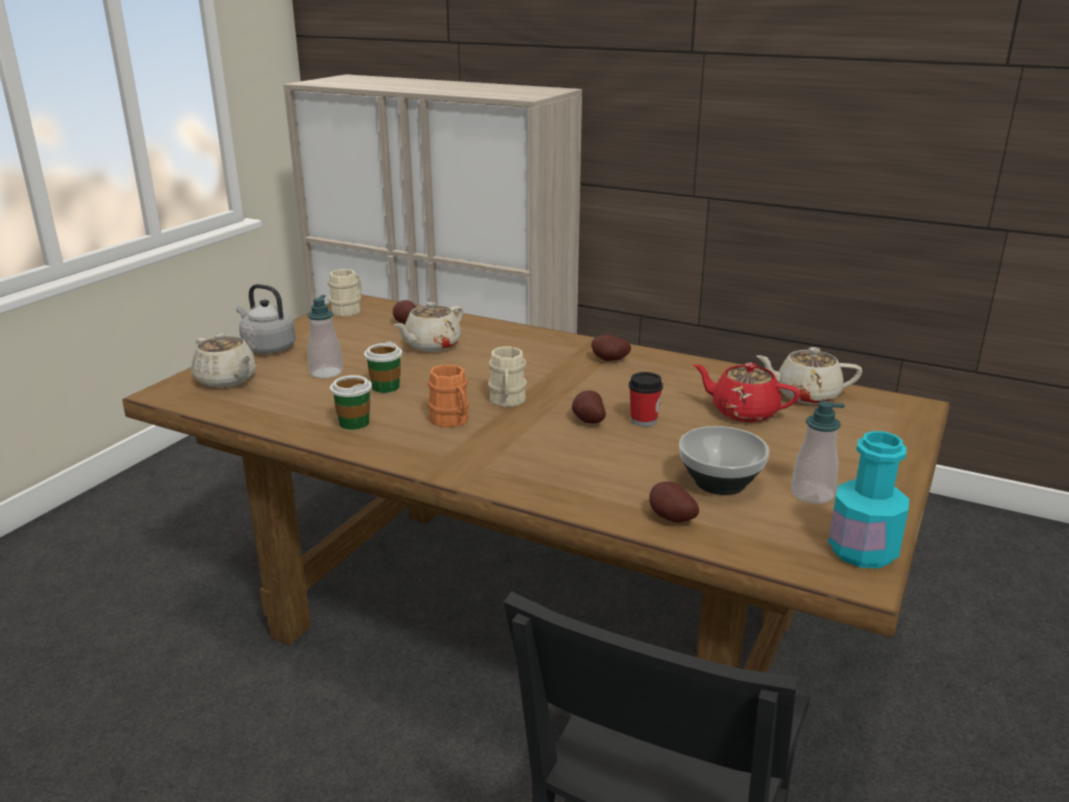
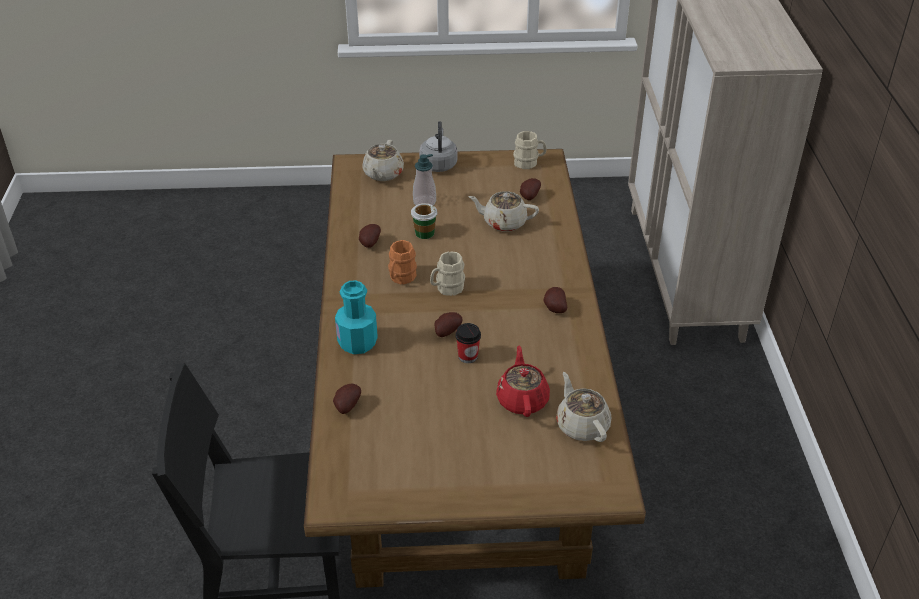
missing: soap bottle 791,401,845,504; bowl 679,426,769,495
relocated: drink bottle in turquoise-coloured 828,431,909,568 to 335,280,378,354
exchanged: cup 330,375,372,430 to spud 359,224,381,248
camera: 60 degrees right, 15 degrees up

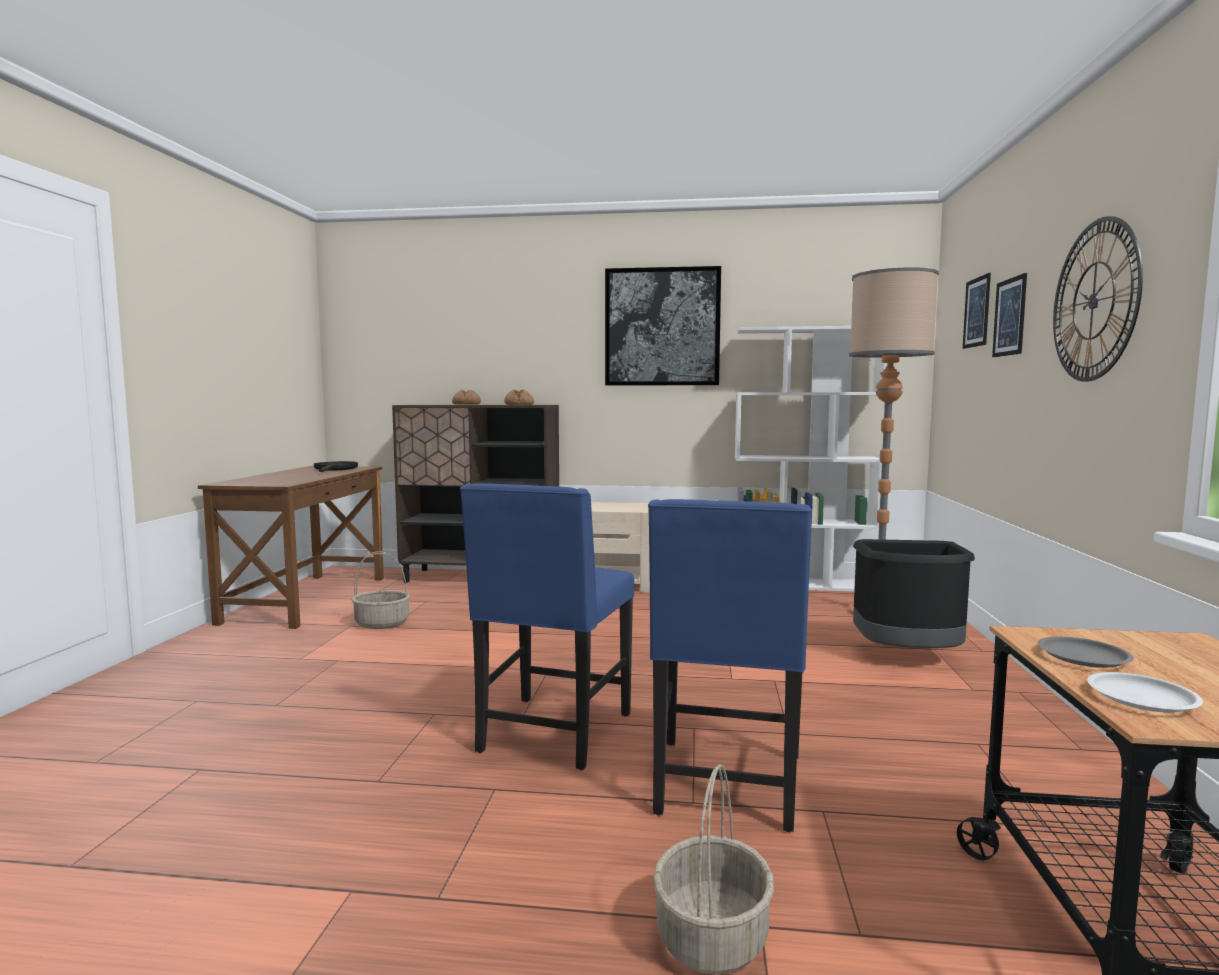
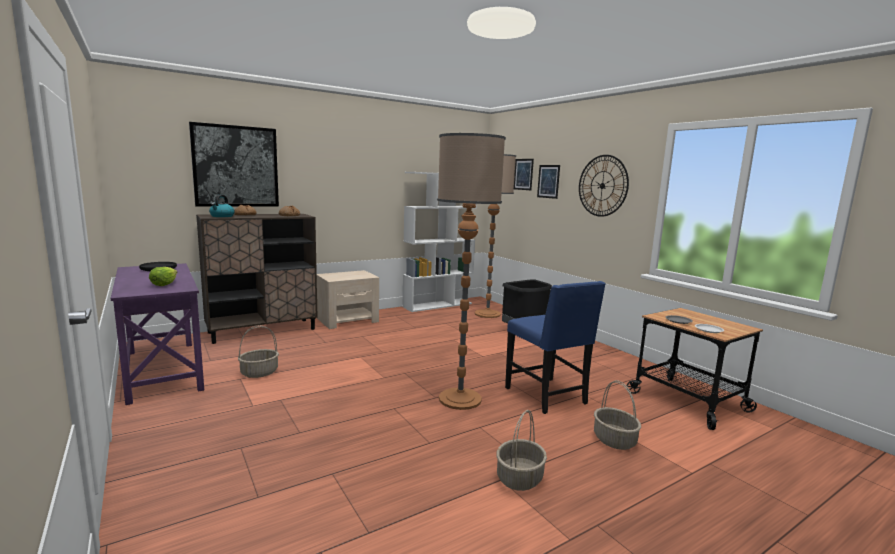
appeared: water kettle 209,195,235,217; lettuce head 149,267,178,286; basket 496,410,547,491
relocated: wall picture 605,266,721,386 to 189,122,279,207
exchanged: upright chair in blue-coloured 460,483,634,770 to standing lamp 437,133,506,410
colour: desk in brown 198,466,384,629 to desk in purplish 110,263,204,405
camera: 40 degrees left, 5 degrees up

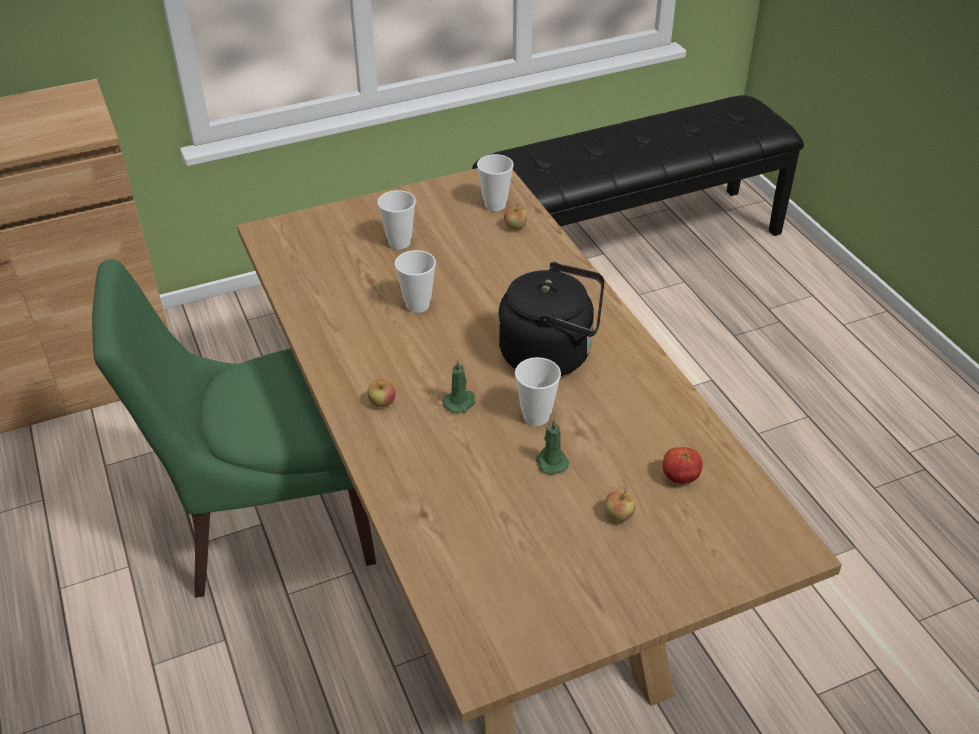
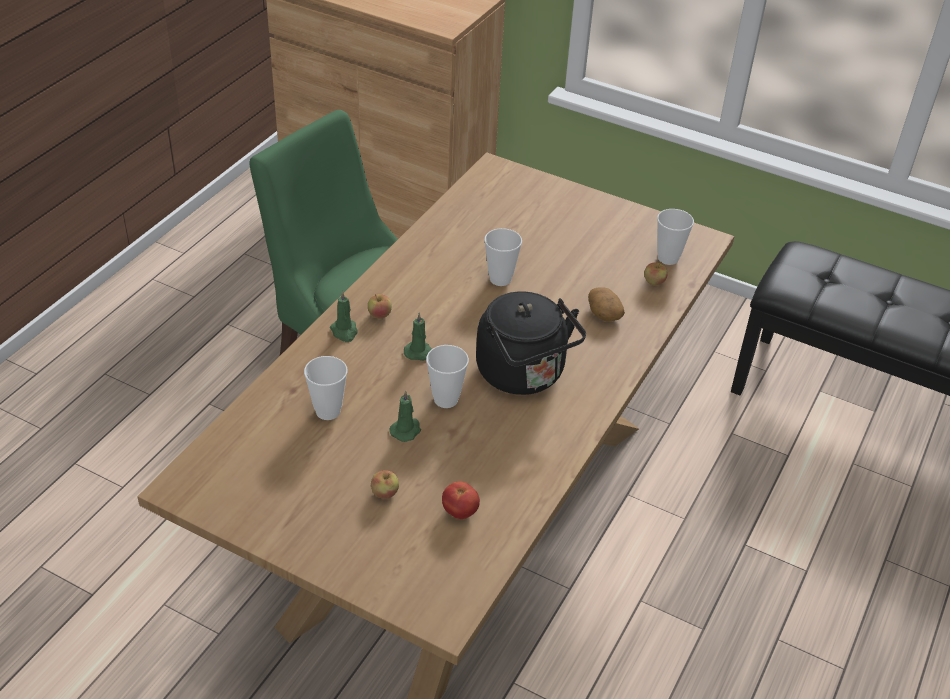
appeared: spud 588,287,625,321; wax light in green-coloured 330,291,358,342
relocated: cup 377,190,416,249 to 304,356,348,420
camera: 50 degrees right, 0 degrees up

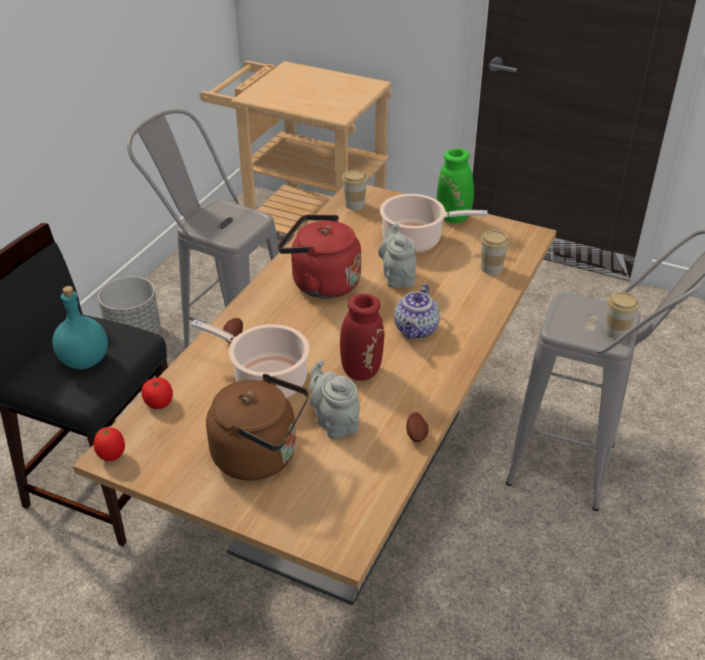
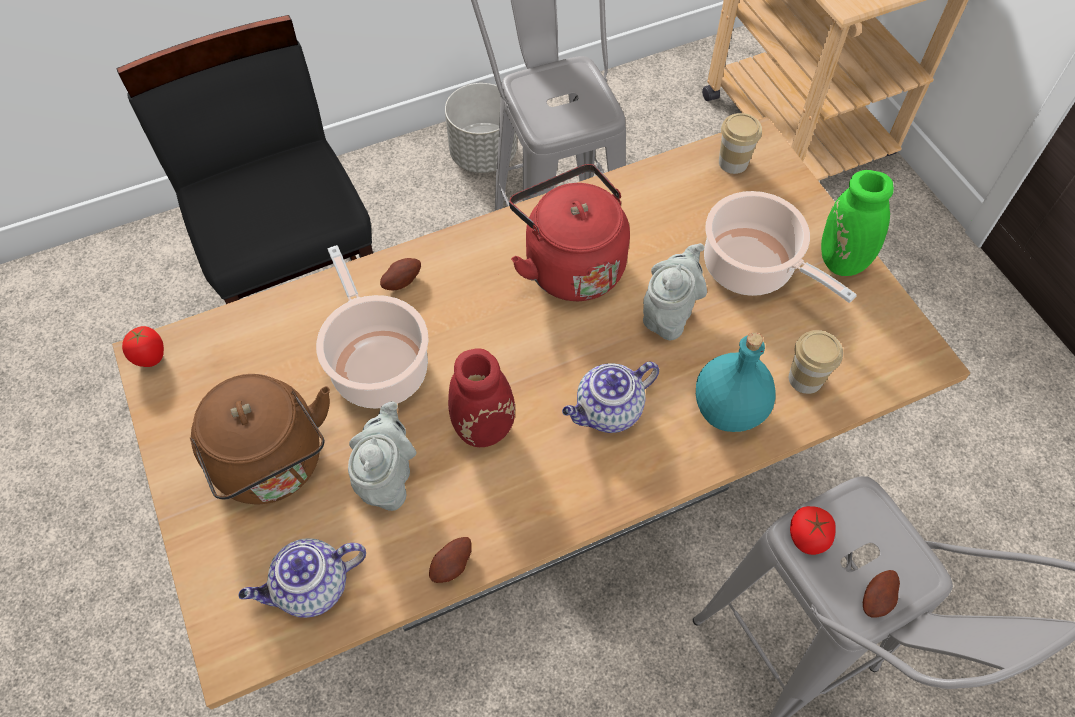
appeared: pot for tea 238,538,366,618
relocated: drink bottle in turquoise-coloured 52,286,108,369 to 696,332,776,432; fresh tomato 141,377,173,409 to 790,506,836,555
exchanged: cup 605,292,640,339 to spud 863,570,900,618
camera: 40 degrees right, 20 degrees up

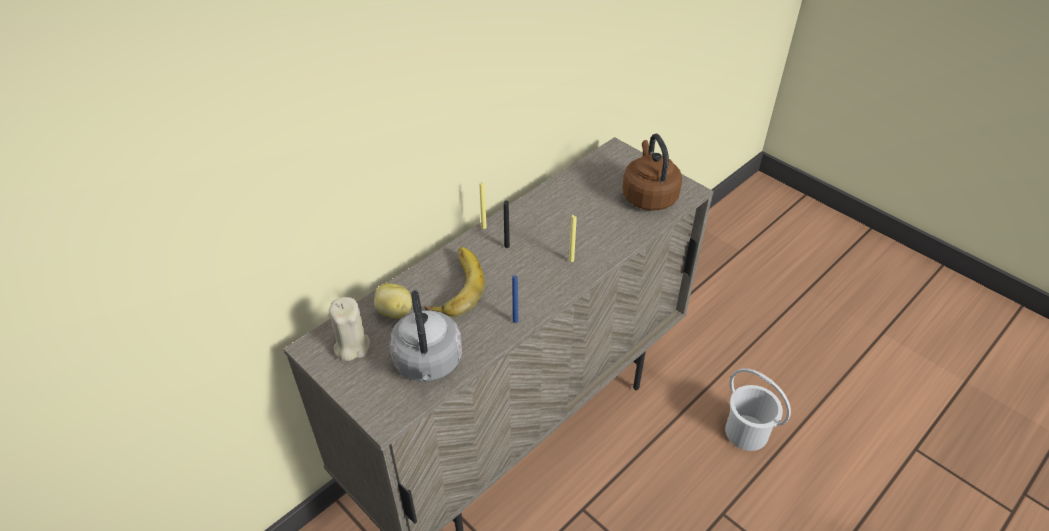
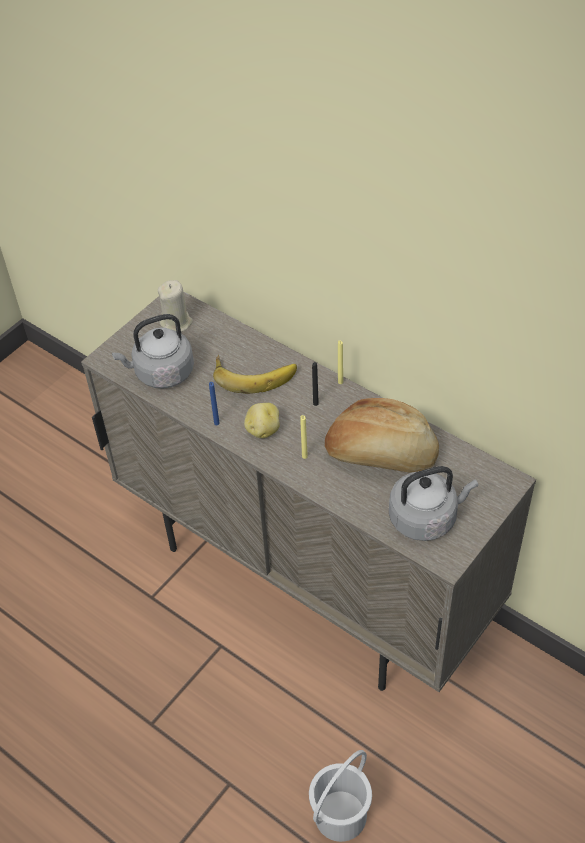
appeared: baked bread 325,398,439,473
relocated: spud 374,283,412,319 to 244,403,280,438
colour: water kettle in brown 622,134,682,210 to water kettle in gray 389,466,478,541
camera: 85 degrees right, 5 degrees up

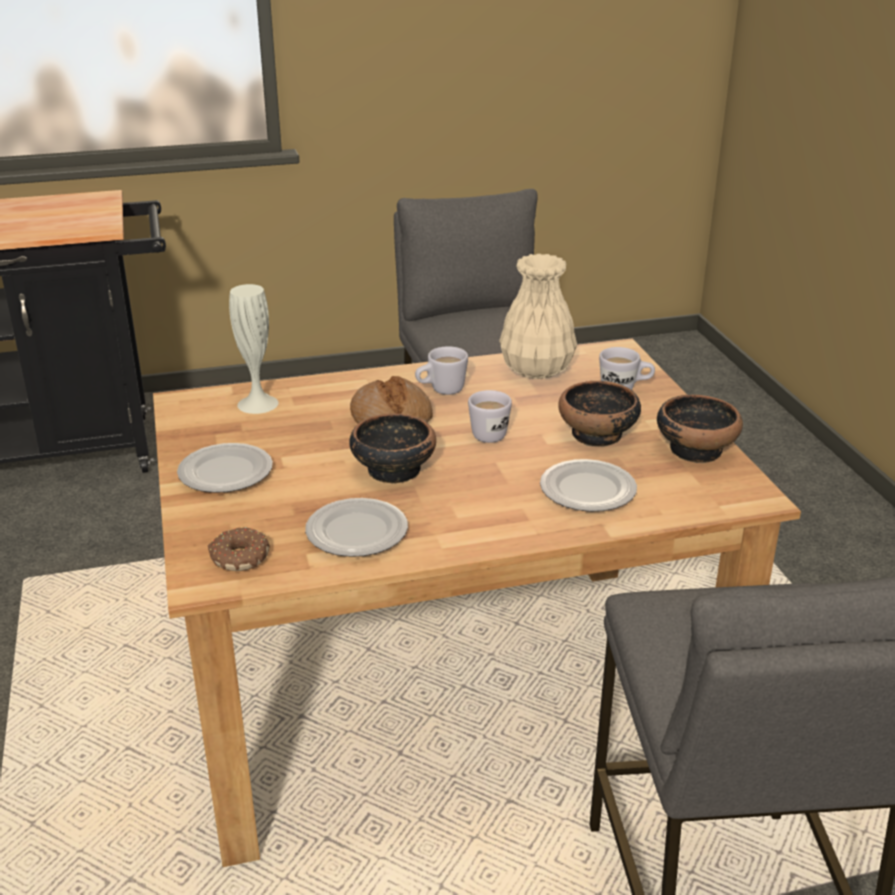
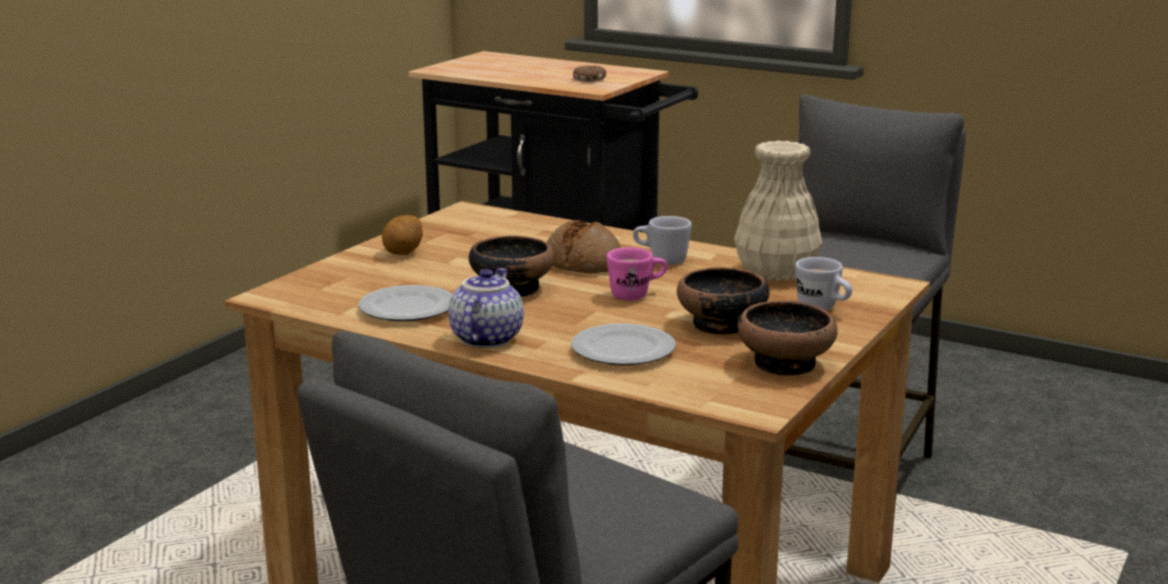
missing: decorative vase in white 229,284,279,414
appeared: pot for tea 449,268,524,348
relocated: ring doughnut 208,527,270,571 to 573,65,606,82
exchanged: dinner plate 177,443,273,493 to spud 382,215,423,255
colour: mug in white 468,390,512,443 to mug in pink-coloured 607,247,667,301
camera: 45 degrees right, 10 degrees down

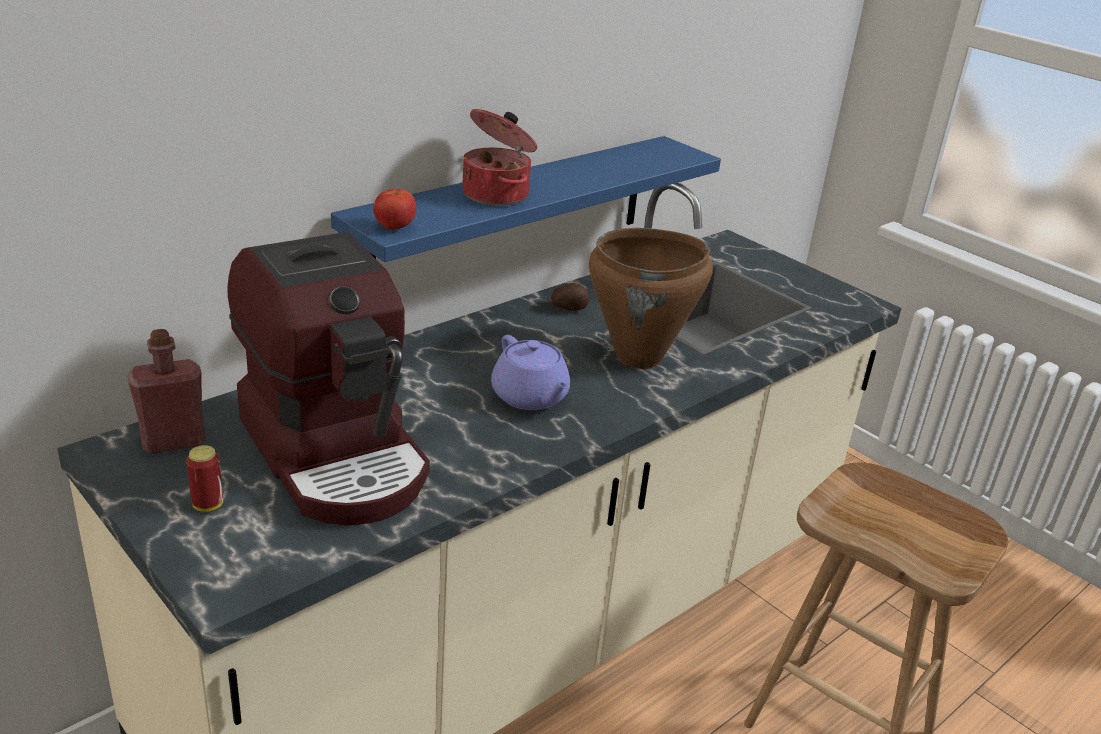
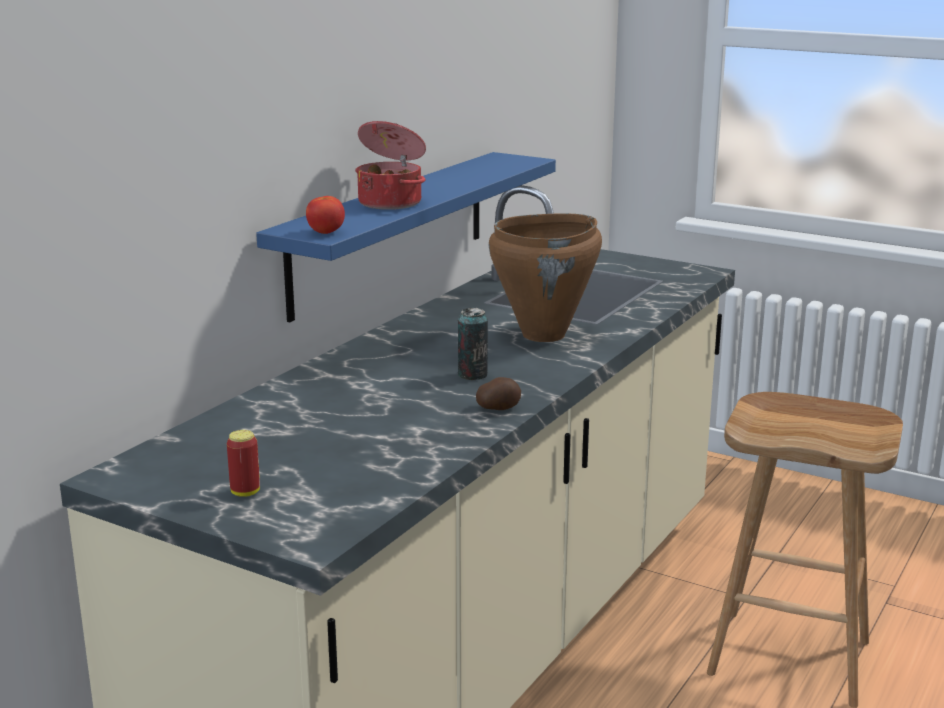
missing: coffee brewer 227,232,430,525; drink bottle in red-coloured 128,329,205,454
relocated: spud 551,283,590,311 to 476,377,521,410
exchanged: pot for tea in purplish 491,335,570,410 to sealed can 458,308,488,380
camera: 15 degrees left, 10 degrees down

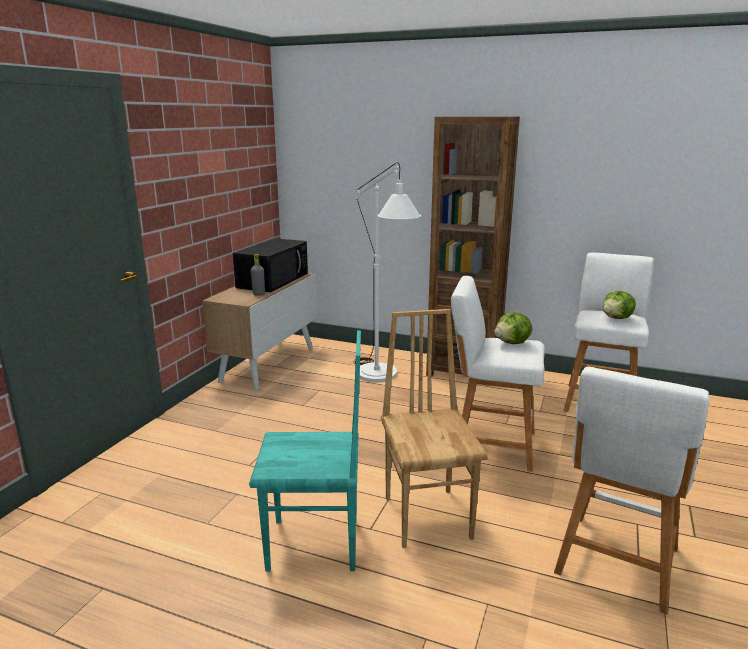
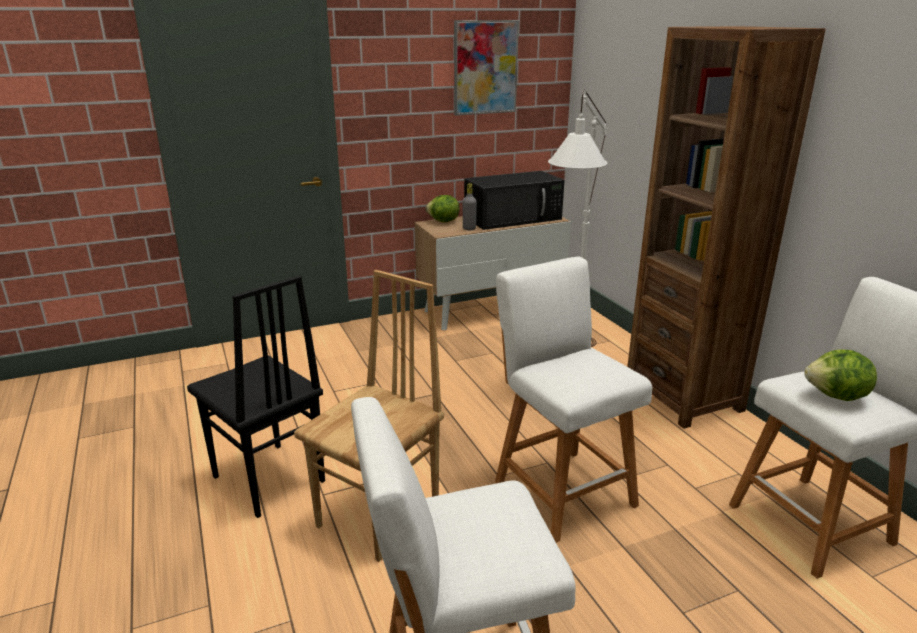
appeared: wall picture 454,20,519,116
relocated: lettuce head 494,312,532,344 to 426,195,460,222
colour: upright chair in turquoise-coloured 249,330,361,572 to upright chair in black 187,275,325,518
camera: 45 degrees right, 5 degrees up

